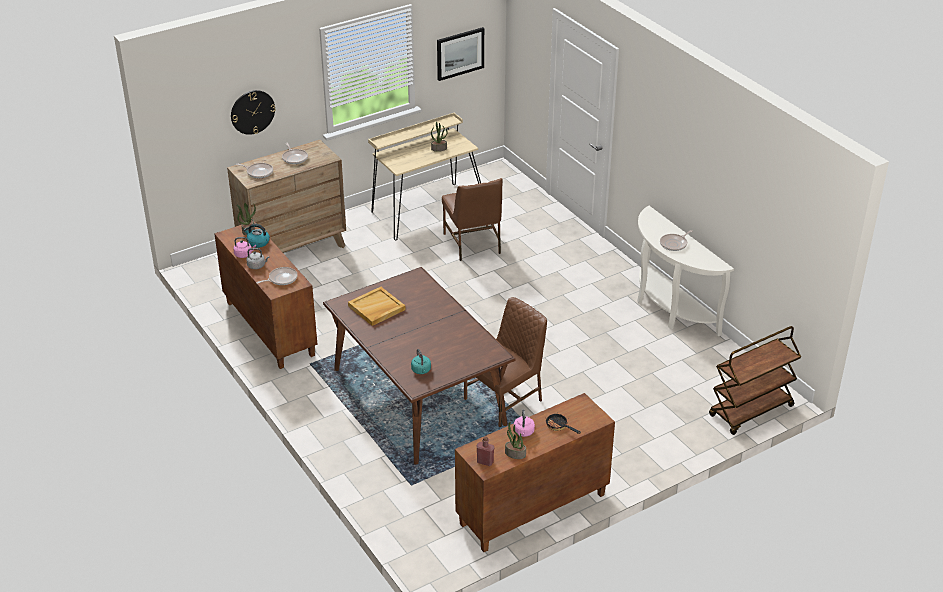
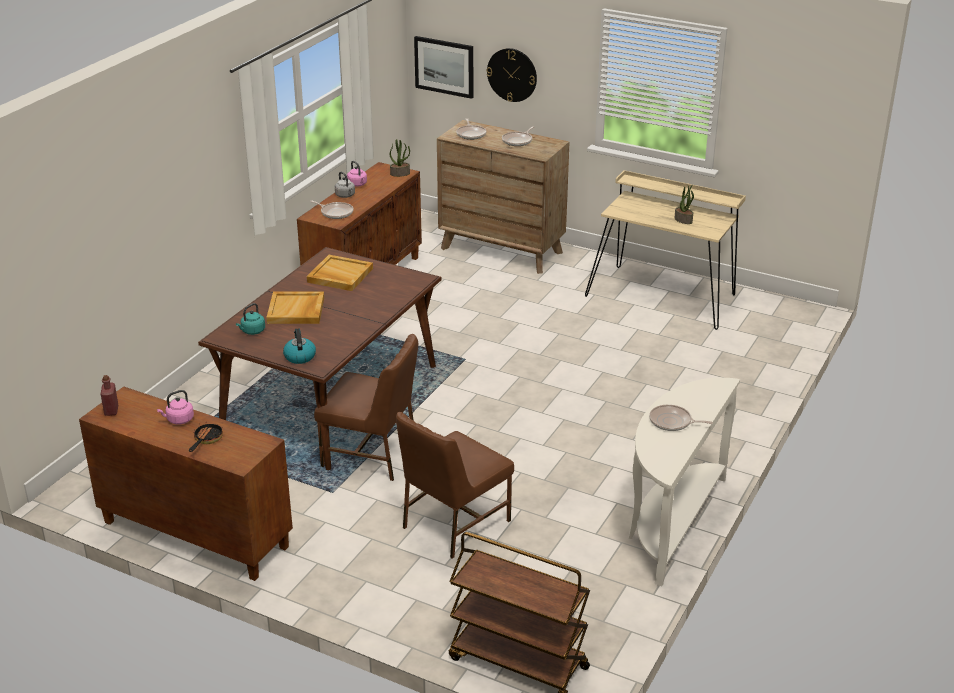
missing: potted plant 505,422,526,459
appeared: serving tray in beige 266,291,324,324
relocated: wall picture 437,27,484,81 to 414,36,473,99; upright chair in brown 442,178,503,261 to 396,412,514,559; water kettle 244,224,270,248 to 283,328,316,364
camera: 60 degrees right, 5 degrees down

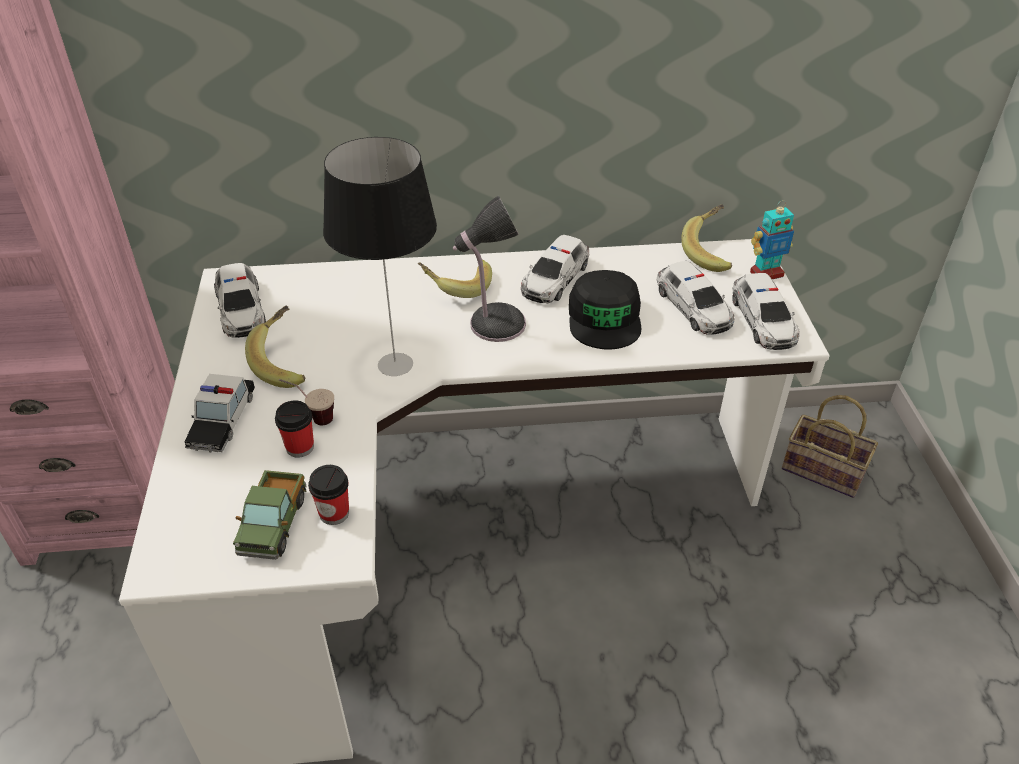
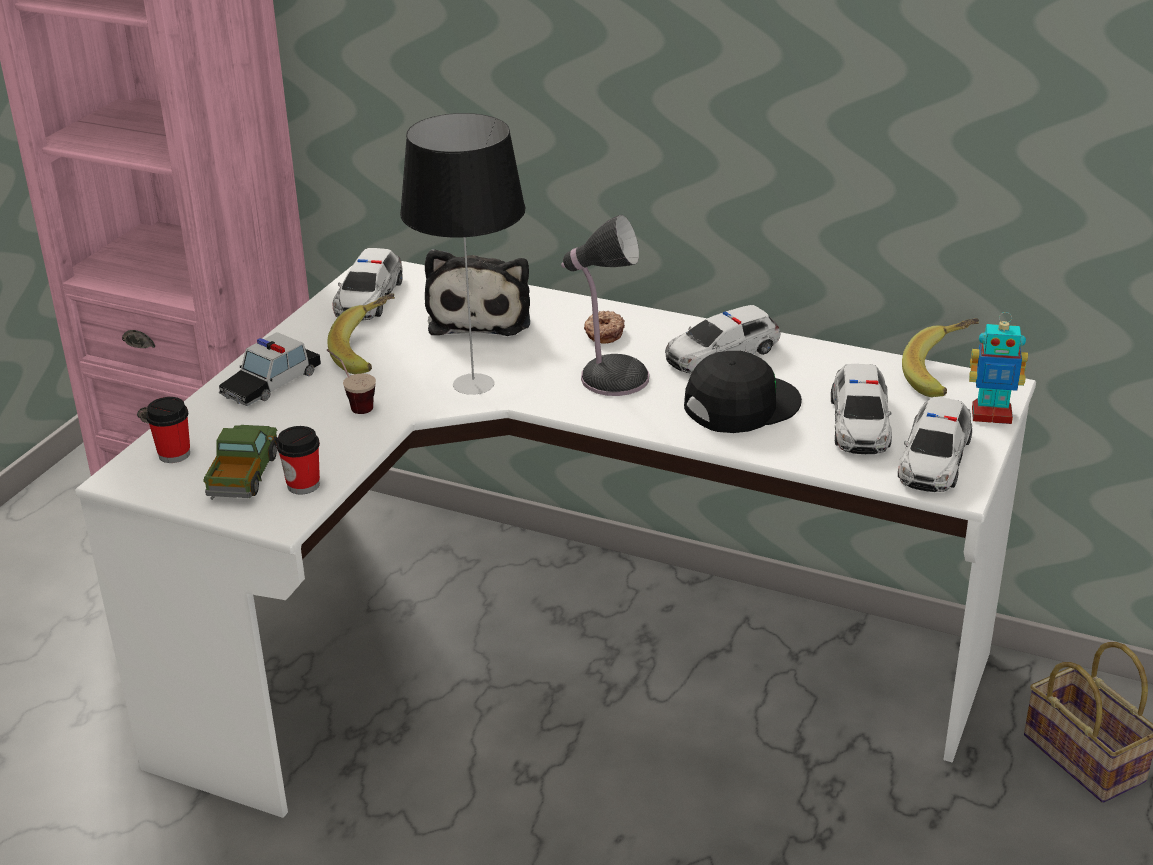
appeared: cuddly toy 425,249,530,336
relocated: cup 275,400,314,457 to 146,397,190,463
exchanged: banana fruit 418,260,492,298 to ring doughnut 584,311,625,344
spun: peaked cap in black 569,270,642,349 = 684,351,802,433 150 degrees counterclockwise; toy lorry 233,470,307,560 = 203,425,278,500 150 degrees clockwise
camera: 30 degrees right, 10 degrees down

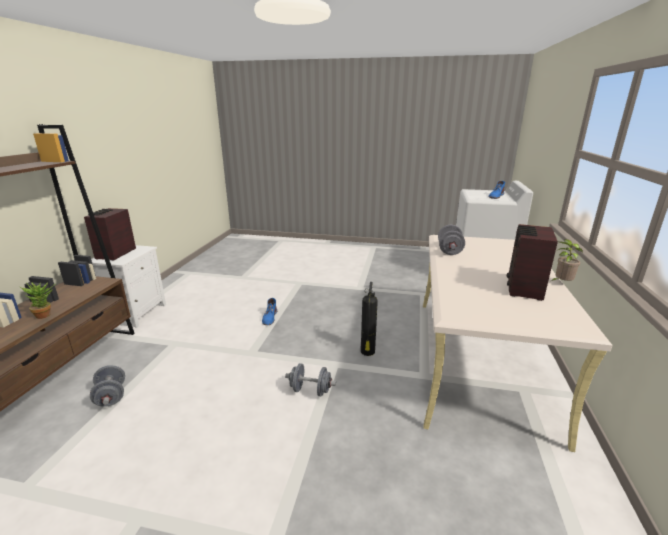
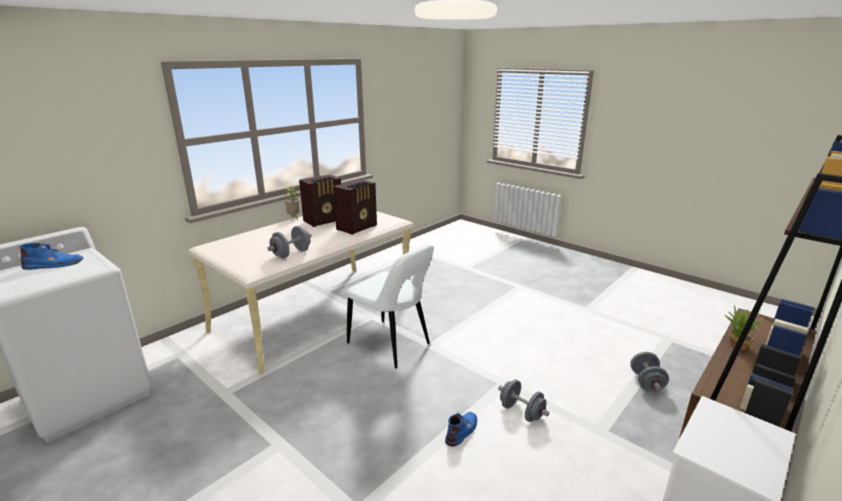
relocated: radio receiver 84,208,136,260 to 333,179,377,235; hand weight in gray 285,363,336,396 to 498,380,549,422
exchanged: extinguisher 361,282,378,356 to upright chair in white 346,243,434,369
camera: 150 degrees left, 0 degrees up

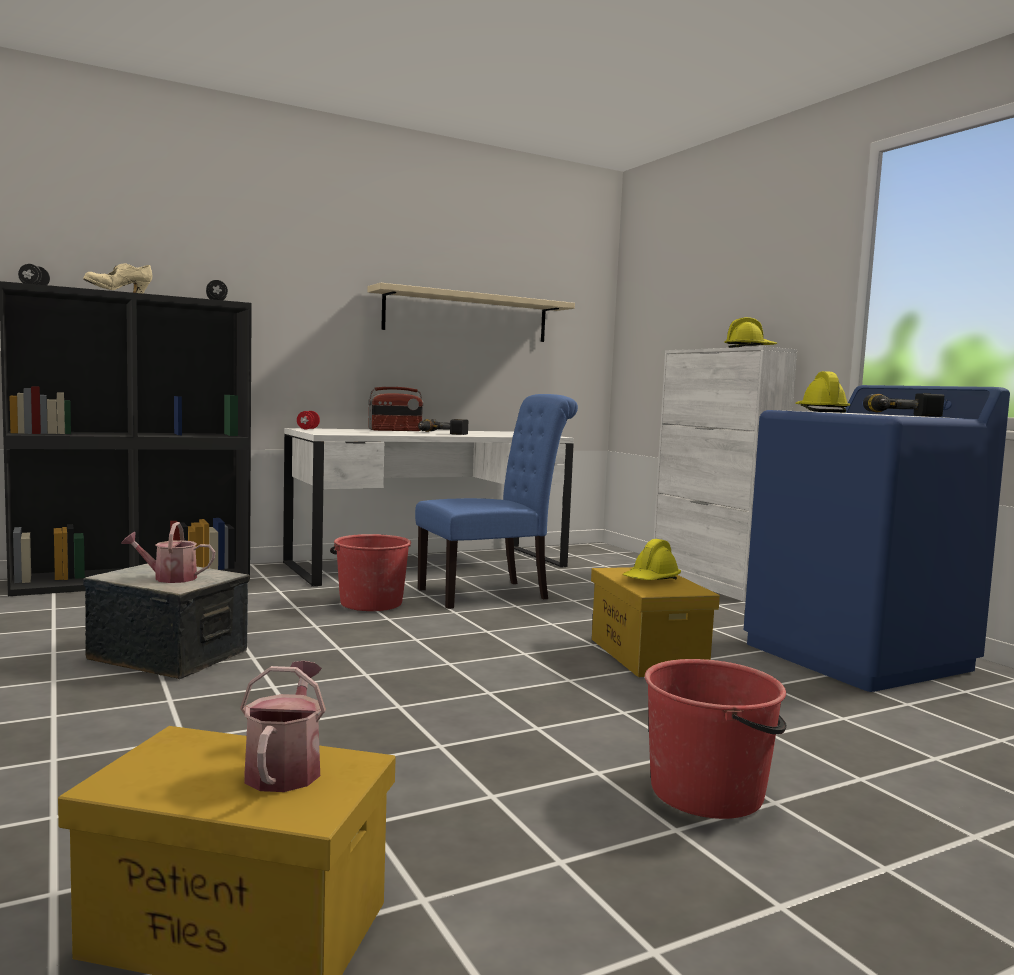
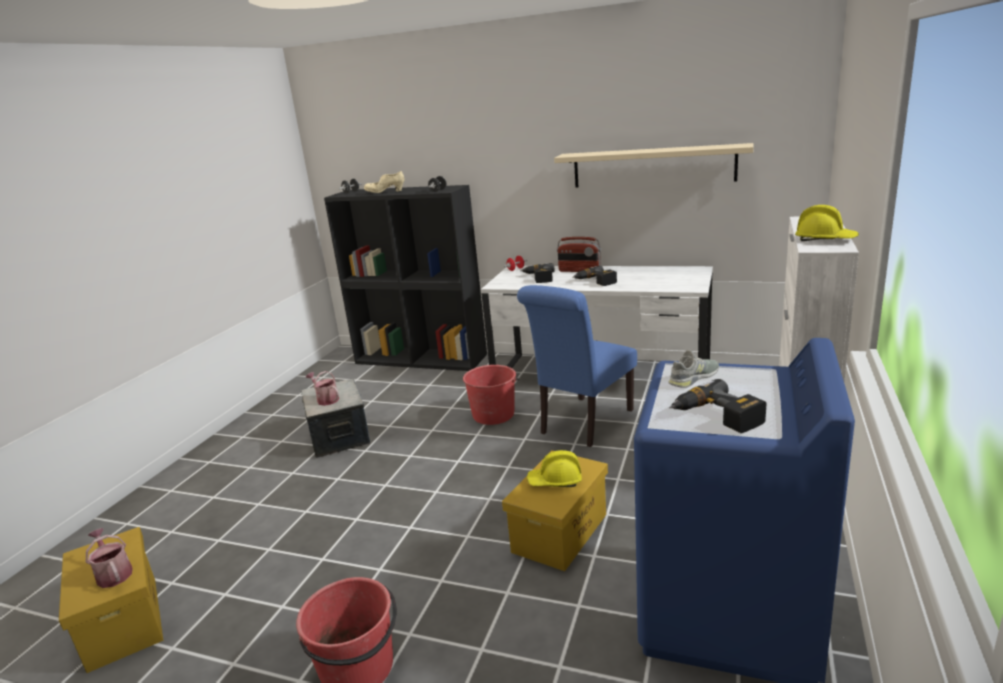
appeared: drill 521,263,554,283
exchanged: work helmet in yellowish 795,371,850,413 to shoe in gray 668,350,719,388
spun: upright chair in blue-coloured 415,394,578,609 = 517,285,637,447 105 degrees clockwise; watering pot 240,661,326,792 = 86,528,133,588 90 degrees counterclockwise
camera: 50 degrees right, 15 degrees up

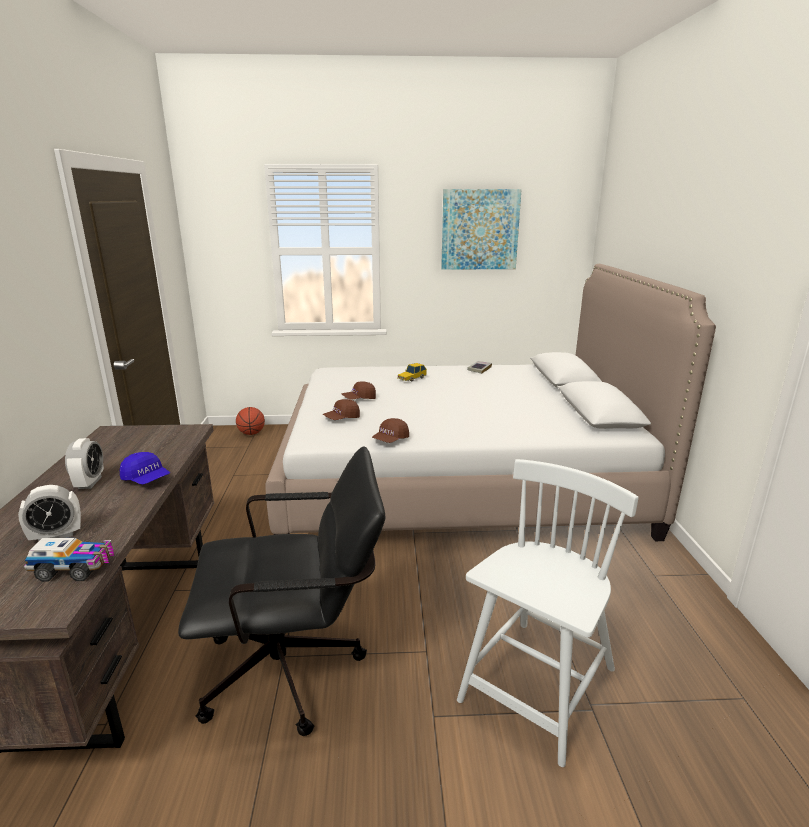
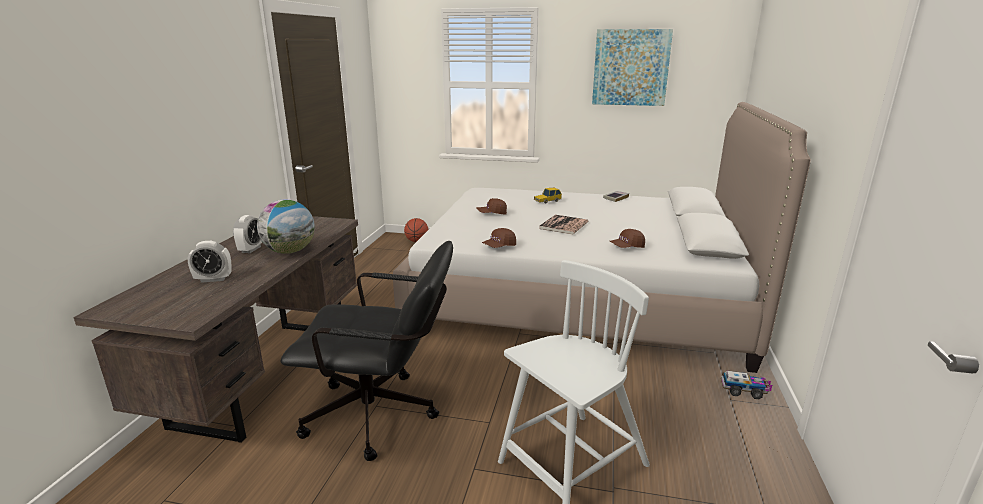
appeared: book 539,215,588,235
relocated: peaked cap in brown 323,399,360,420 to 610,229,645,248; toy lorry 24,538,114,582 to 721,371,772,399
exchanged: peaked cap in blue-coloured 120,452,170,484 to world globe 257,200,315,254
camera: 15 degrees right, 0 degrees up

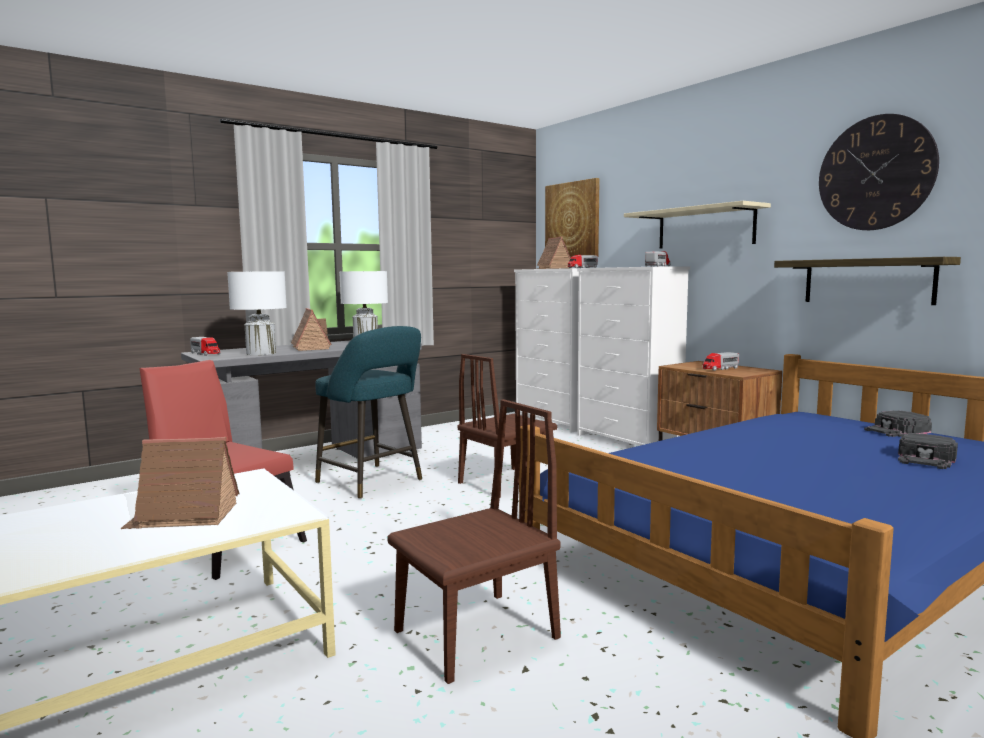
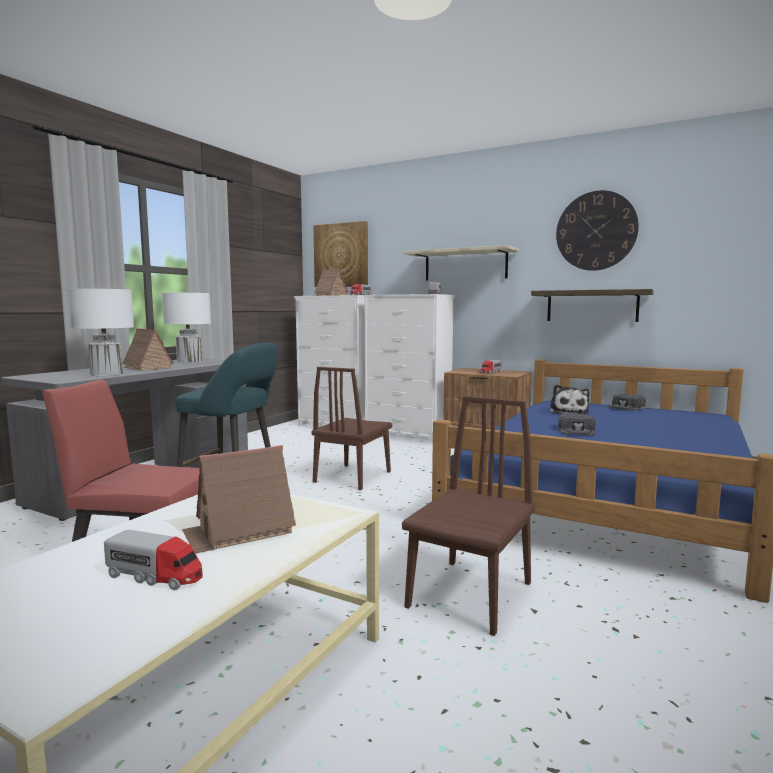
appeared: cuddly toy 550,384,590,414
relocated: toy lorry 190,337,220,356 to 104,530,203,590; peaked cap in black 898,433,958,469 to 558,413,595,436
camera: 25 degrees left, 0 degrees up

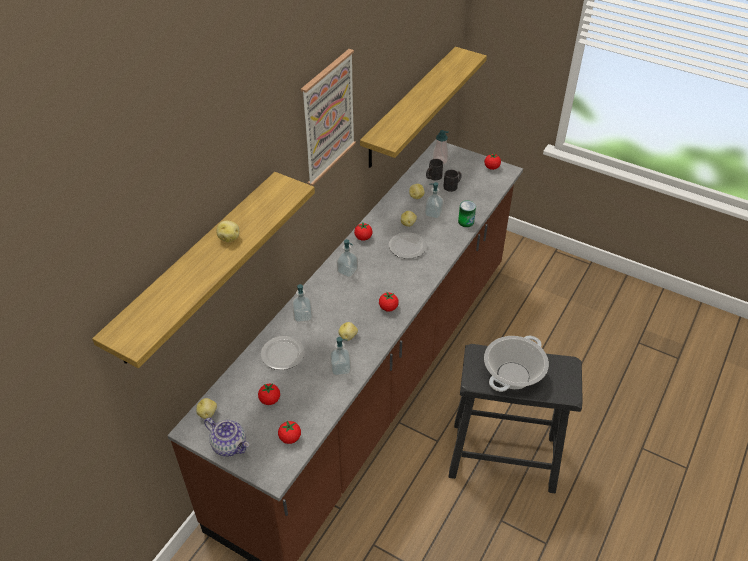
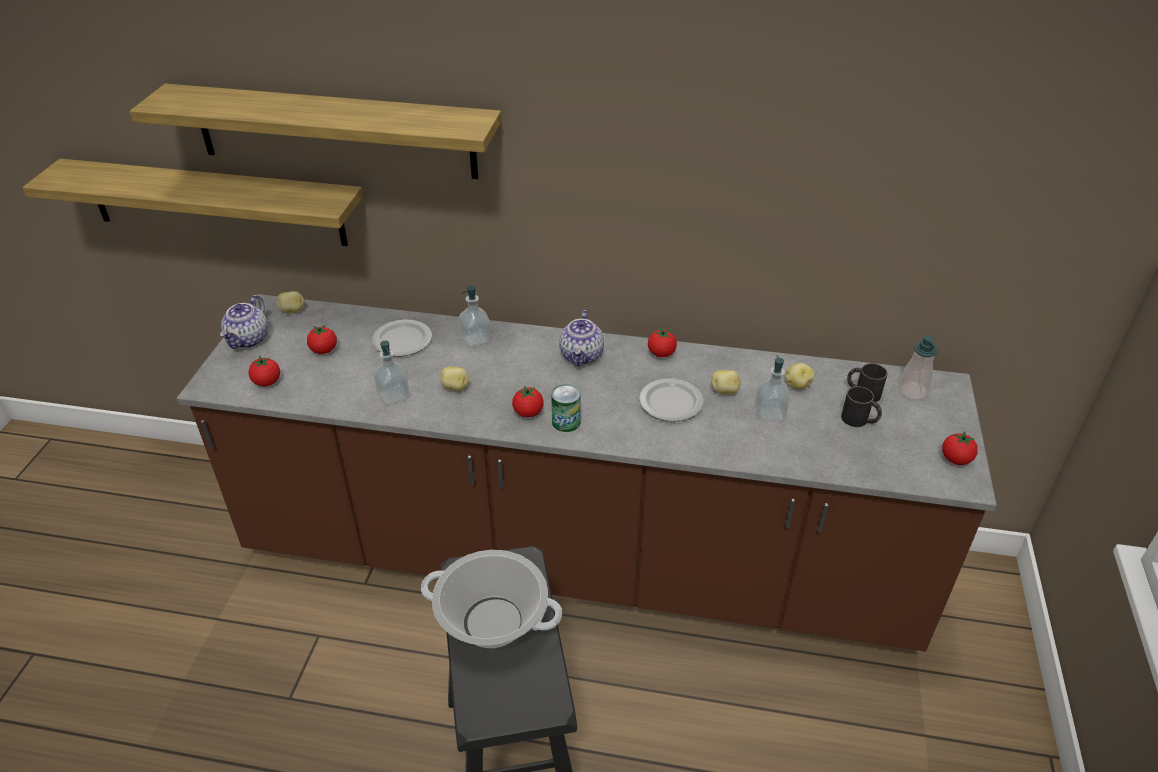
missing: wall picture 301,49,356,186; spud 216,221,239,243
relocated: wall shelf 360,47,487,168 to 22,159,363,246; sealed can 458,201,476,227 to 551,384,581,432
exchanged: soap bottle 337,239,358,277 to pot for tea 559,310,604,366
camera: 70 degrees right, 5 degrees down

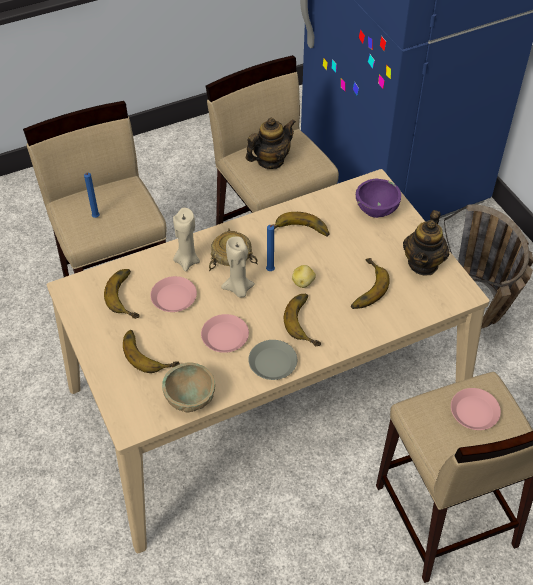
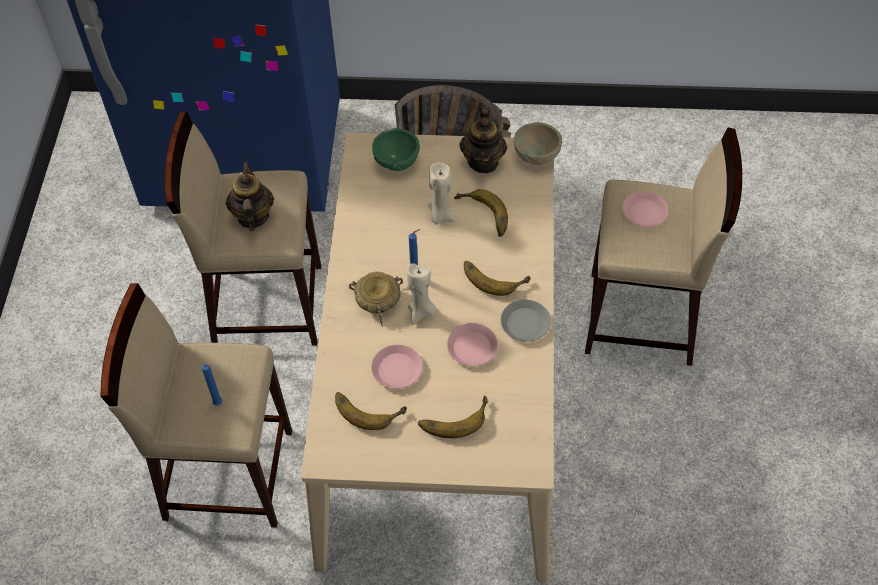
missing: banana fruit 274,212,330,237; spud 292,265,316,288
relocated: wax light in beige 173,208,200,272 to 428,163,456,225; bowl in beige 162,362,215,412 to 514,122,562,165
colour: bowl in purplish 356,179,401,218 to bowl in green-coloured 372,128,420,171
spun: pot for tea 403,210,449,276 = 459,106,507,173 45 degrees clockwise
camera: 60 degrees left, 5 degrees up

